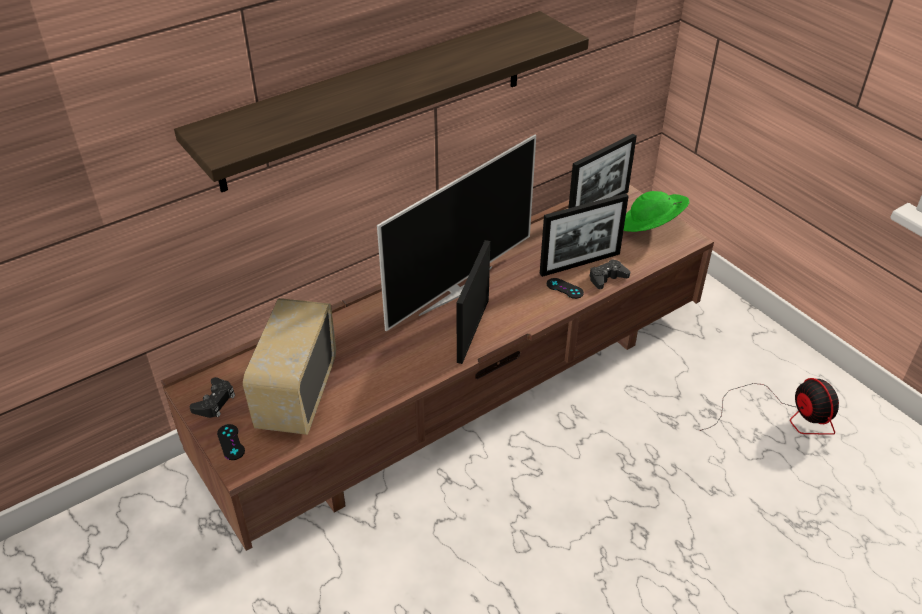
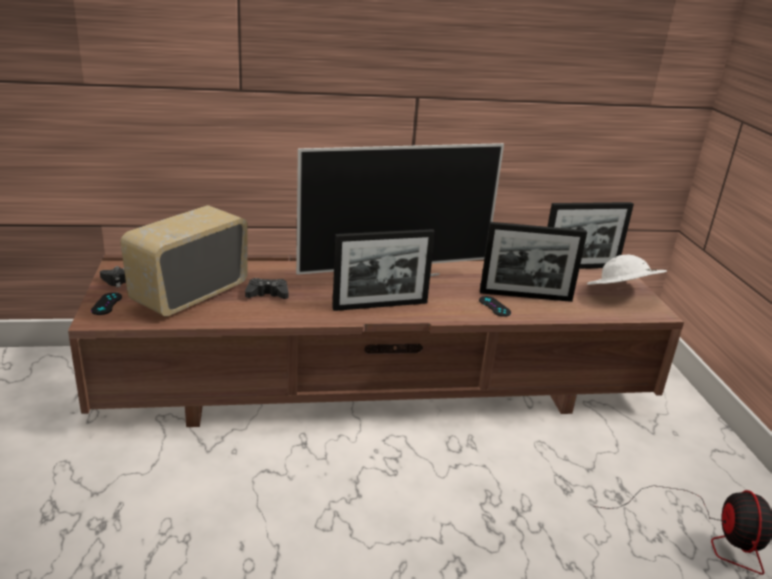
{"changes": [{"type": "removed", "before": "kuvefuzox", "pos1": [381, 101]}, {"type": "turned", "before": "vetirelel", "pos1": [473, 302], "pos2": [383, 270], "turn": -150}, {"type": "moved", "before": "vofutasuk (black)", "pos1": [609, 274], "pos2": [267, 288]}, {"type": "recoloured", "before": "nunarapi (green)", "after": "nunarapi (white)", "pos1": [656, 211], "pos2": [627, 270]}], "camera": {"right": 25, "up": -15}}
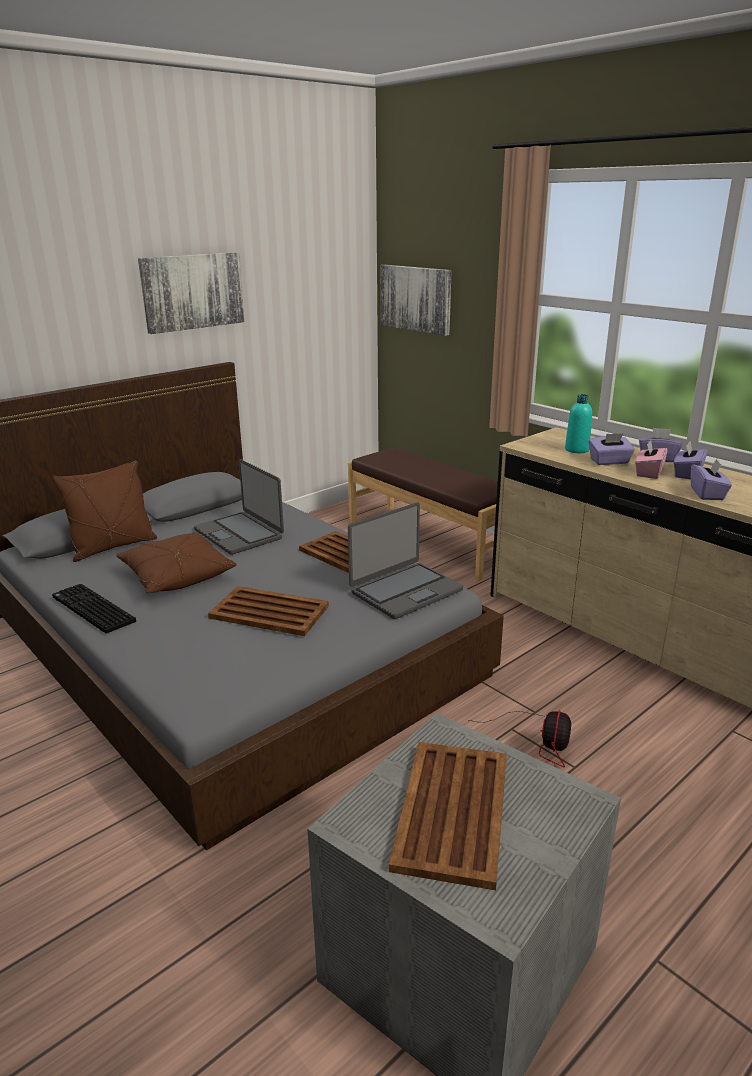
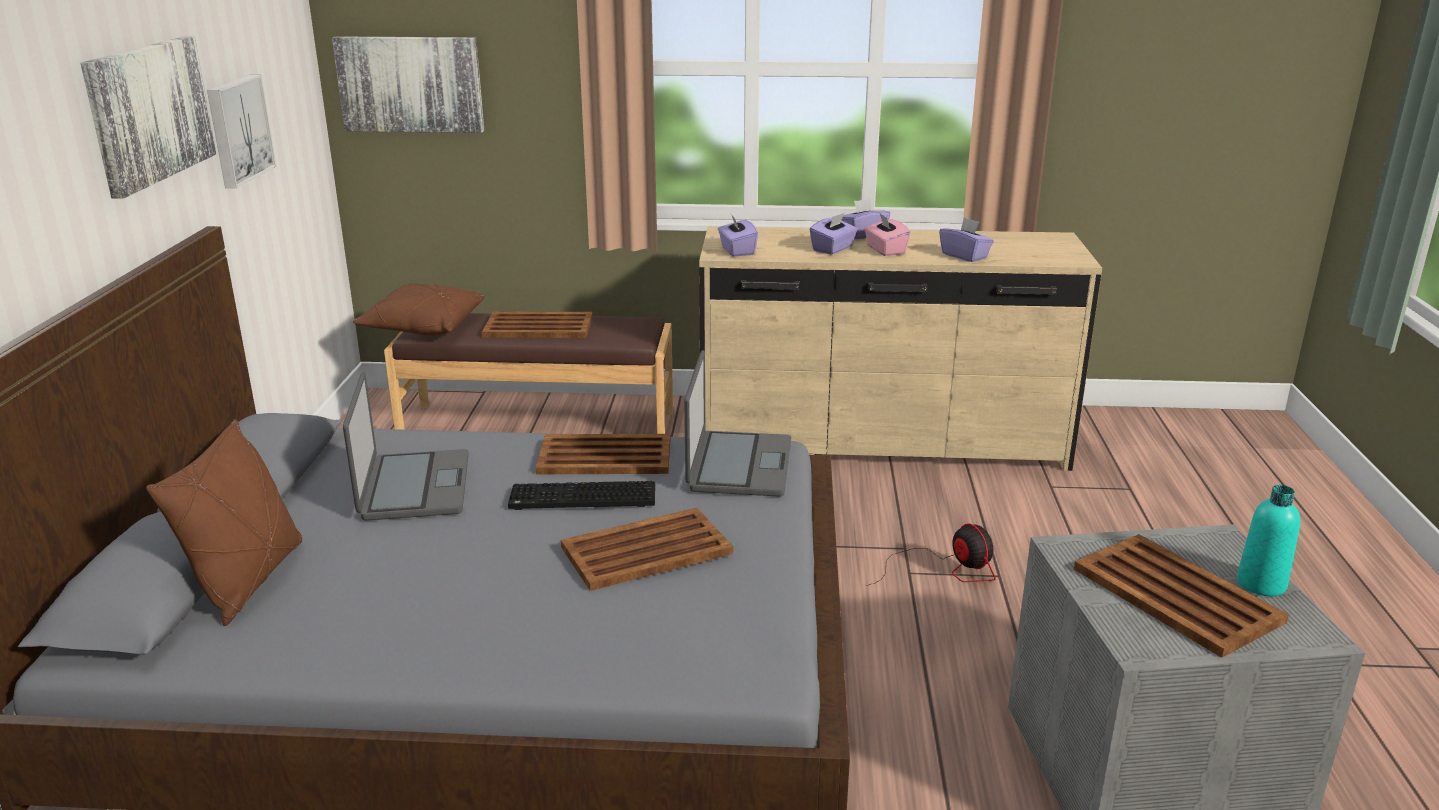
{"changes": [{"type": "moved", "before": "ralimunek", "pos1": [94, 609], "pos2": [581, 495]}, {"type": "moved", "before": "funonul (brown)", "pos1": [176, 563], "pos2": [419, 309]}, {"type": "turned", "before": "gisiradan", "pos1": [239, 507], "pos2": [406, 446], "turn": -105}, {"type": "moved", "before": "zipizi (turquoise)", "pos1": [578, 423], "pos2": [1268, 540]}, {"type": "moved", "before": "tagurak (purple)", "pos1": [690, 460], "pos2": [738, 235]}, {"type": "added", "after": "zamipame", "pos2": [241, 131]}, {"type": "added", "after": "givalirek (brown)", "pos2": [537, 324]}], "camera": {"right": -45, "up": 0}}
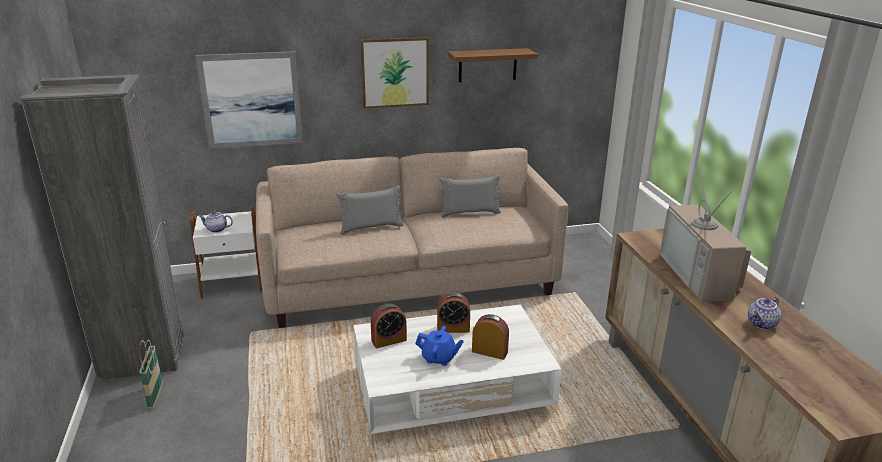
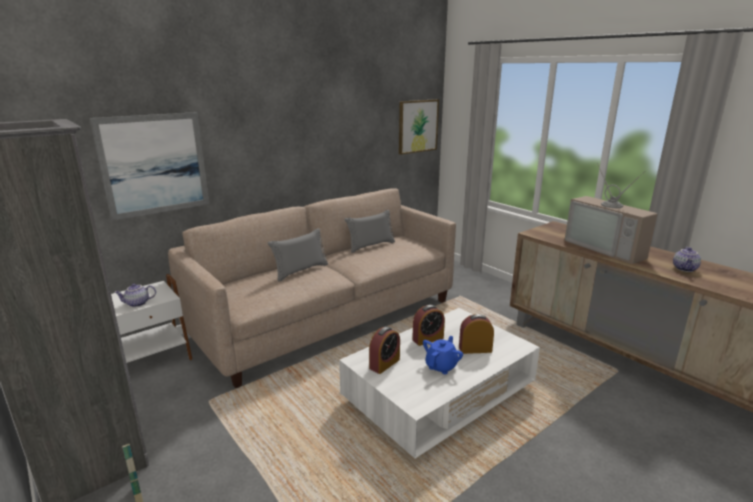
{"changes": [{"type": "moved", "before": "zamipame", "pos1": [394, 72], "pos2": [419, 127]}, {"type": "turned", "before": "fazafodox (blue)", "pos1": [439, 346], "pos2": [443, 355], "turn": -45}, {"type": "removed", "before": "kuvefuzox (brown)", "pos1": [493, 65]}], "camera": {"right": -25, "up": -5}}
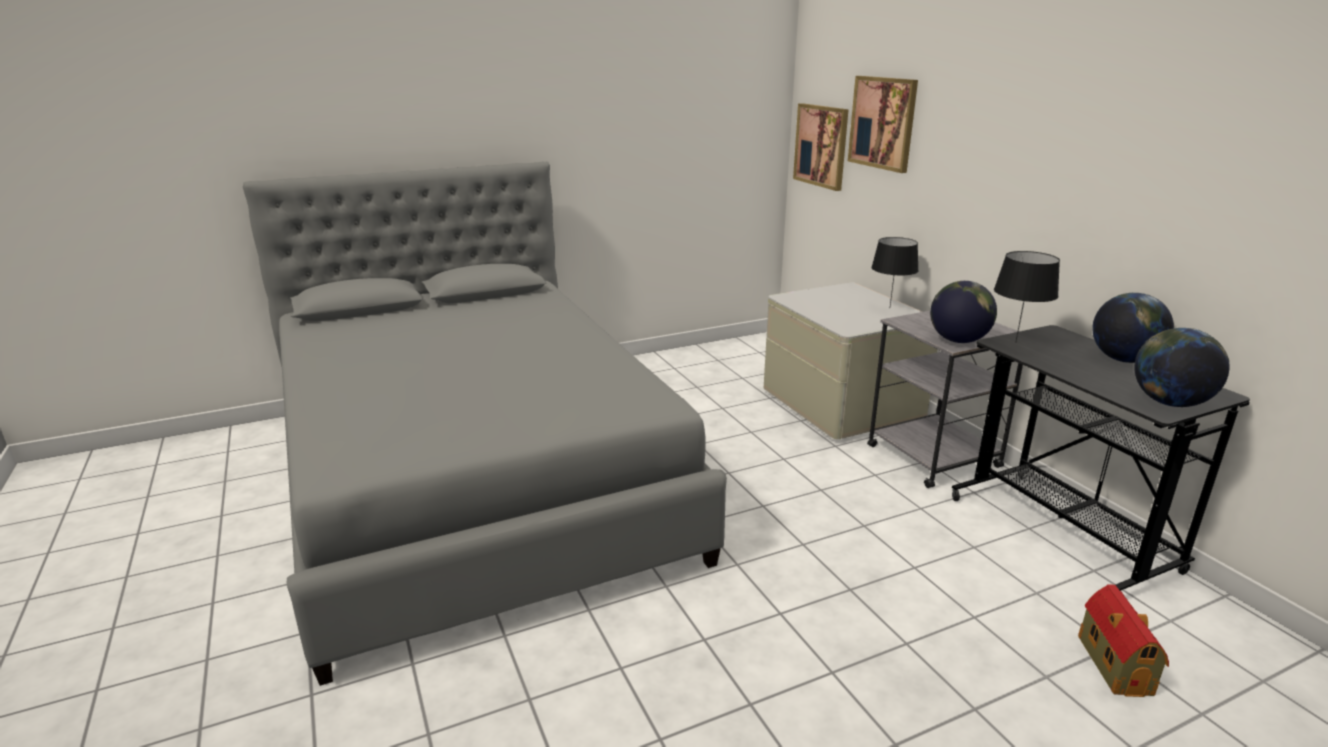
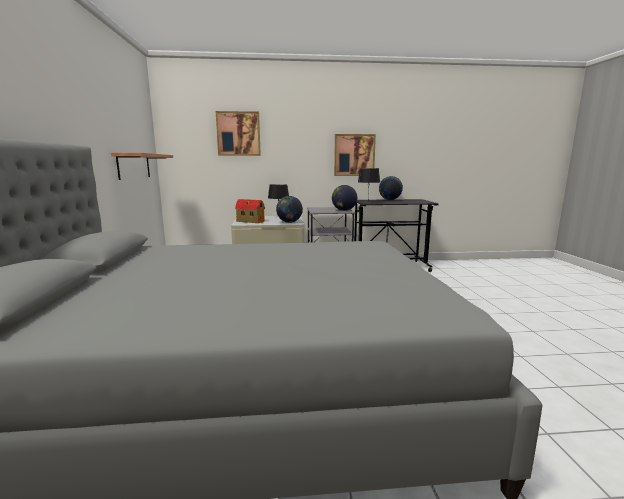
{"changes": [{"type": "moved", "before": "zamipame", "pos1": [821, 147], "pos2": [355, 155]}, {"type": "moved", "before": "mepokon", "pos1": [1123, 640], "pos2": [250, 211]}, {"type": "moved", "before": "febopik", "pos1": [1181, 367], "pos2": [289, 209]}, {"type": "added", "after": "kuvefuzox", "pos2": [142, 166]}], "camera": {"right": -70, "up": -10}}
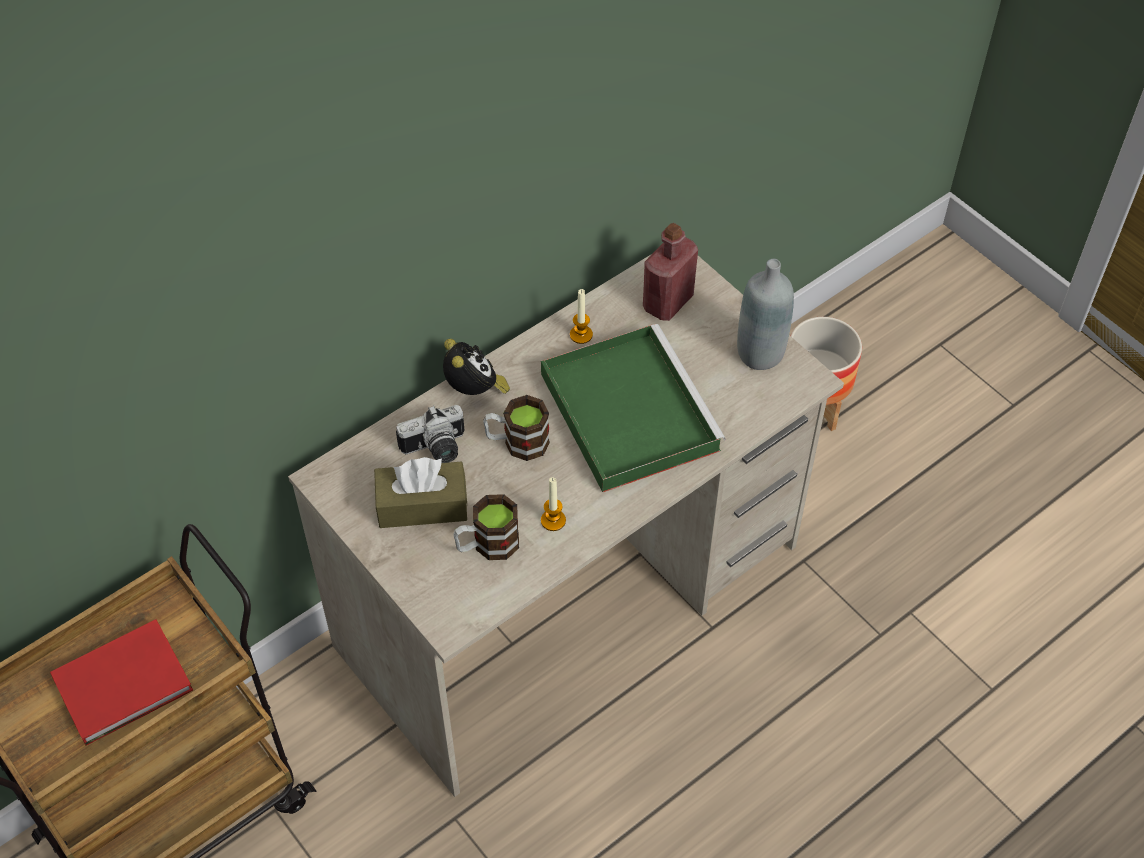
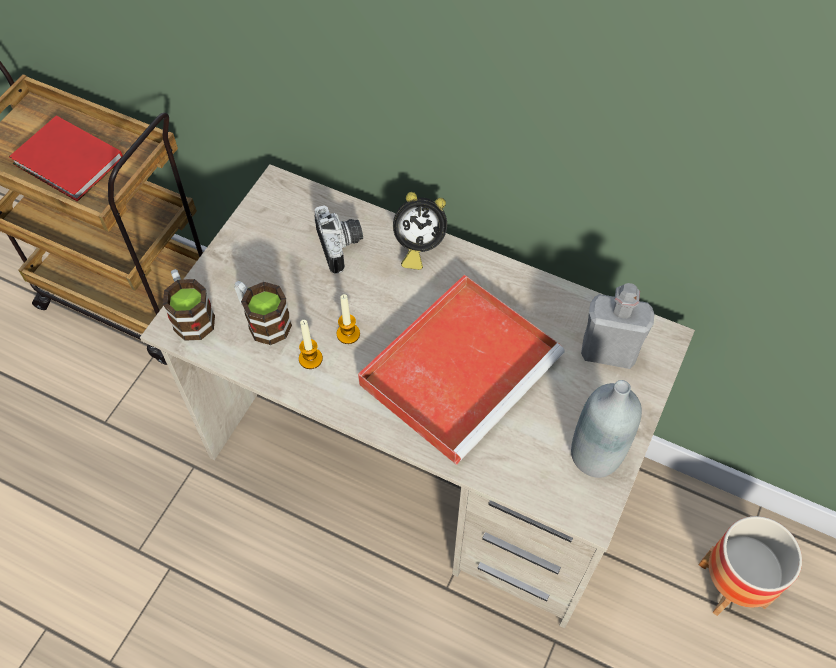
{"changes": [{"type": "removed", "before": "tagurak (brown)", "pos1": [420, 492]}, {"type": "turned", "before": "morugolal", "pos1": [430, 434], "pos2": [338, 239], "turn": -150}, {"type": "turned", "before": "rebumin", "pos1": [476, 367], "pos2": [420, 231], "turn": 45}, {"type": "moved", "before": "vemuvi", "pos1": [516, 428], "pos2": [189, 305]}, {"type": "recoloured", "before": "givalirek (green)", "after": "givalirek (red)", "pos1": [633, 408], "pos2": [461, 370]}, {"type": "moved", "before": "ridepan", "pos1": [581, 316], "pos2": [348, 319]}, {"type": "recoloured", "before": "zipizi (red)", "after": "zipizi (grey)", "pos1": [670, 272], "pos2": [618, 326]}], "camera": {"right": 65, "up": 5}}
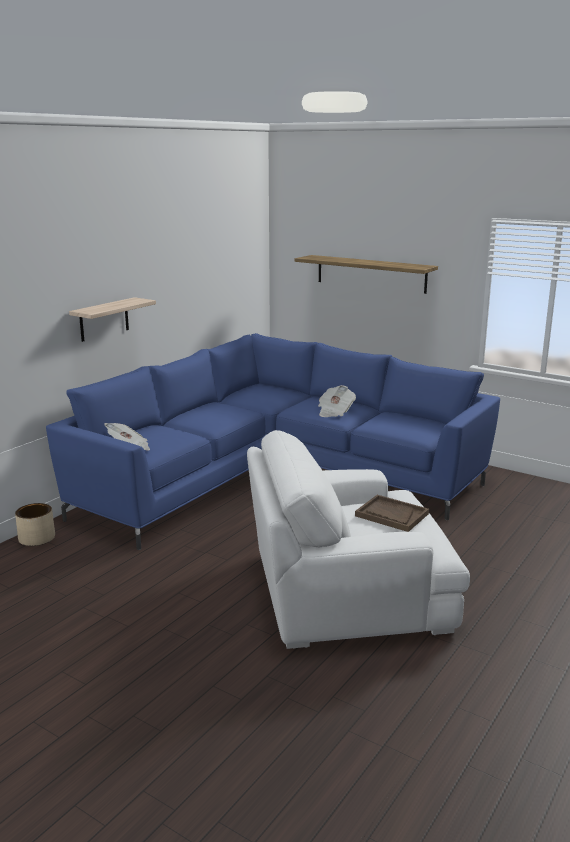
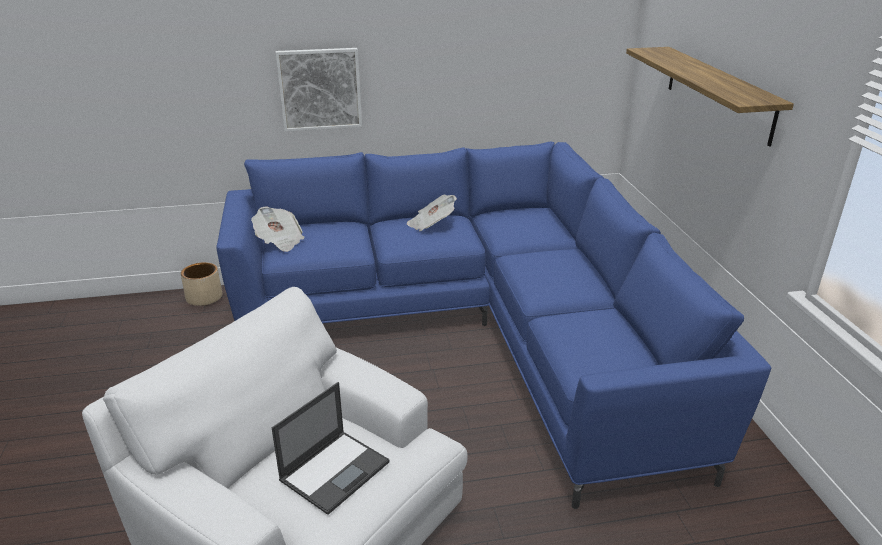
{"changes": [{"type": "replaced", "before": "kuvefuzox", "after": "zamipame", "pos1": [112, 319], "pos2": [319, 90]}, {"type": "moved", "before": "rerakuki", "pos1": [337, 401], "pos2": [432, 213]}, {"type": "replaced", "before": "givalirek (brown)", "after": "gisiradan", "pos1": [392, 513], "pos2": [331, 448]}], "camera": {"right": 45, "up": 10}}
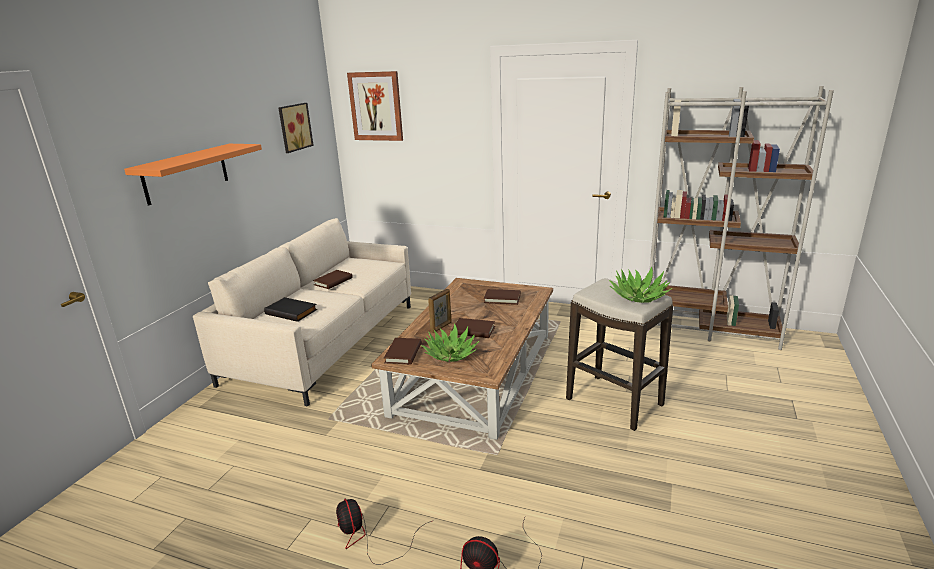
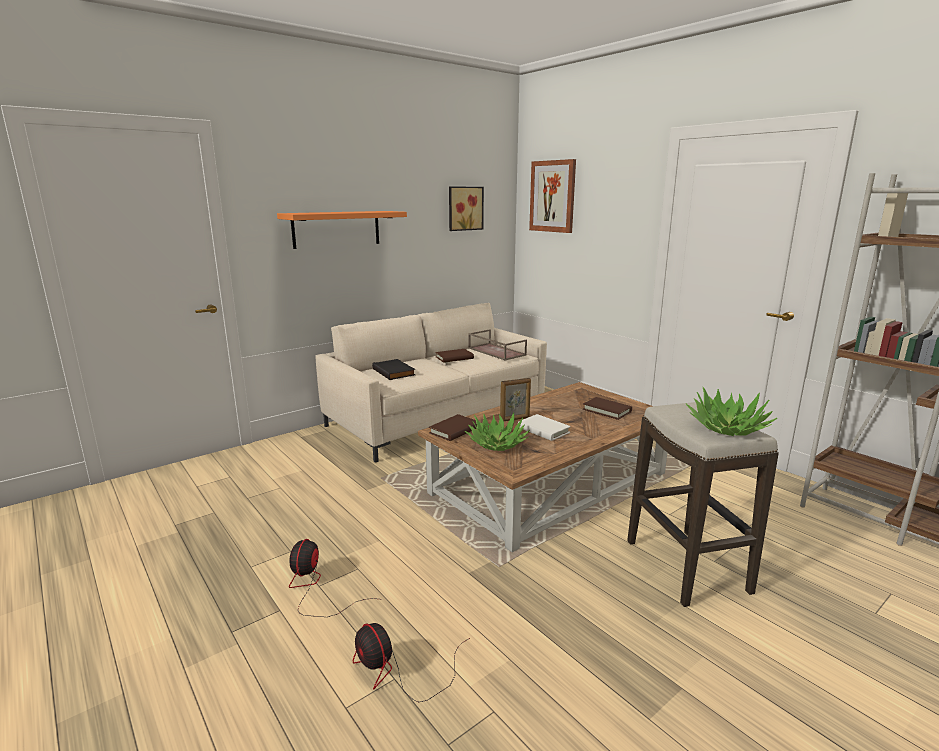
{"changes": [{"type": "recoloured", "before": "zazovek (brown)", "after": "zazovek (white)", "pos1": [473, 328], "pos2": [544, 427]}, {"type": "added", "after": "givalirek (brown)", "pos2": [497, 345]}], "camera": {"right": 30, "up": -5}}
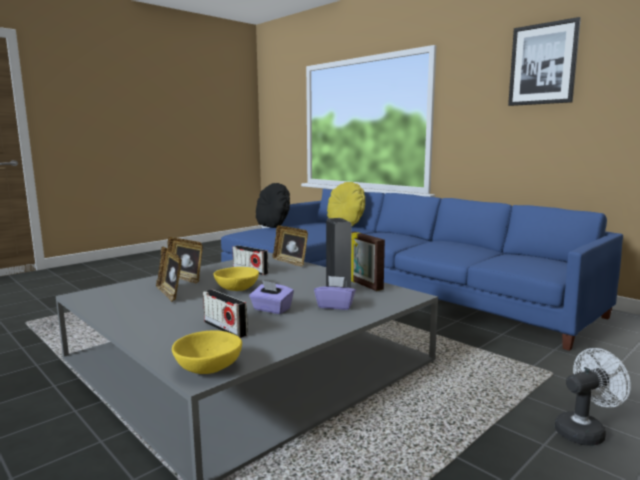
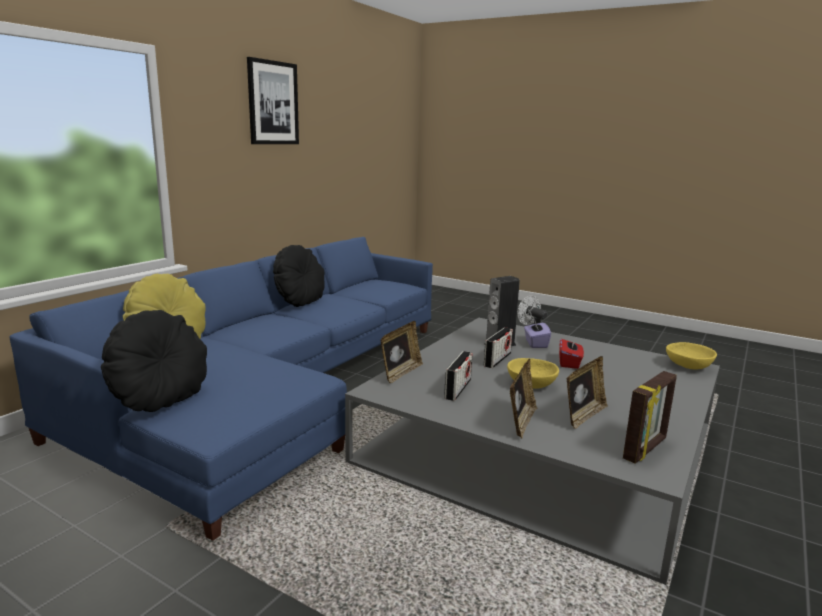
{"changes": [{"type": "moved", "before": "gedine", "pos1": [225, 313], "pos2": [498, 347]}, {"type": "recoloured", "before": "tagurak (purple)", "after": "tagurak (red)", "pos1": [271, 297], "pos2": [571, 353]}, {"type": "moved", "before": "vetirelel", "pos1": [368, 261], "pos2": [650, 417]}, {"type": "added", "after": "funonul (black)", "pos2": [299, 276]}], "camera": {"right": -105, "up": 5}}
